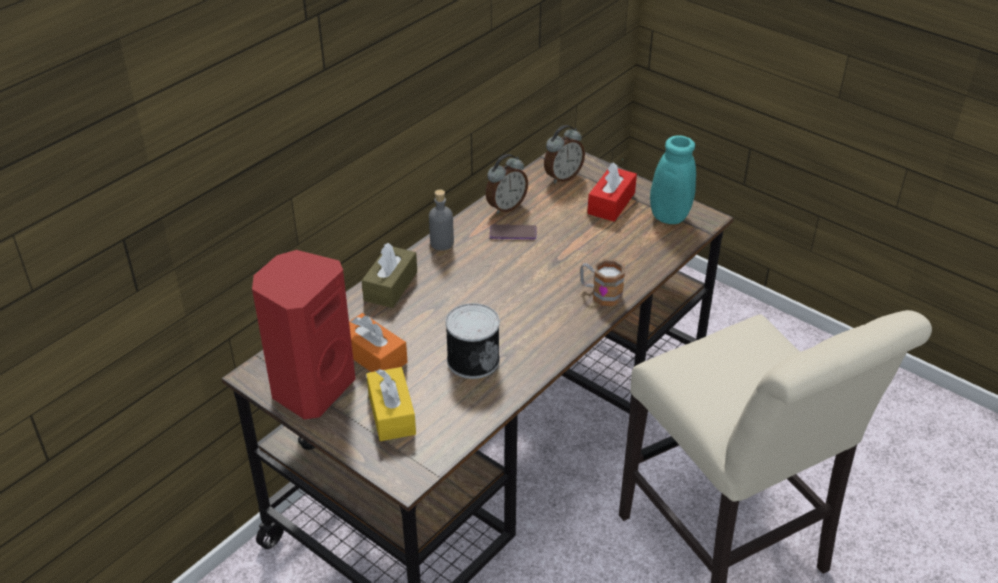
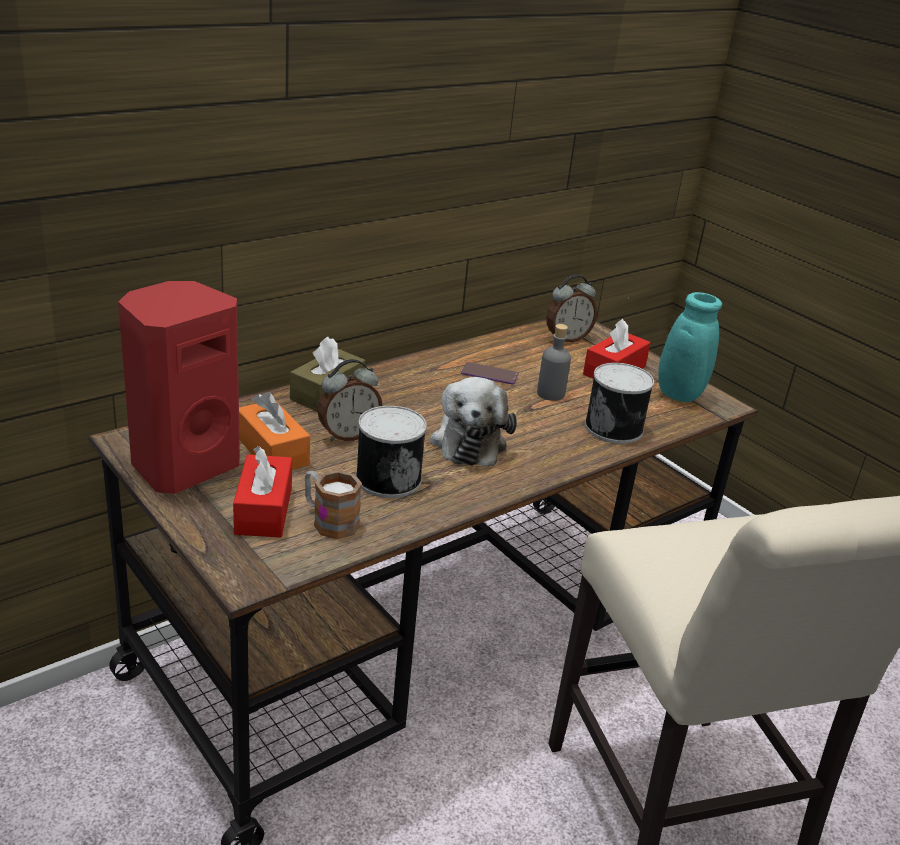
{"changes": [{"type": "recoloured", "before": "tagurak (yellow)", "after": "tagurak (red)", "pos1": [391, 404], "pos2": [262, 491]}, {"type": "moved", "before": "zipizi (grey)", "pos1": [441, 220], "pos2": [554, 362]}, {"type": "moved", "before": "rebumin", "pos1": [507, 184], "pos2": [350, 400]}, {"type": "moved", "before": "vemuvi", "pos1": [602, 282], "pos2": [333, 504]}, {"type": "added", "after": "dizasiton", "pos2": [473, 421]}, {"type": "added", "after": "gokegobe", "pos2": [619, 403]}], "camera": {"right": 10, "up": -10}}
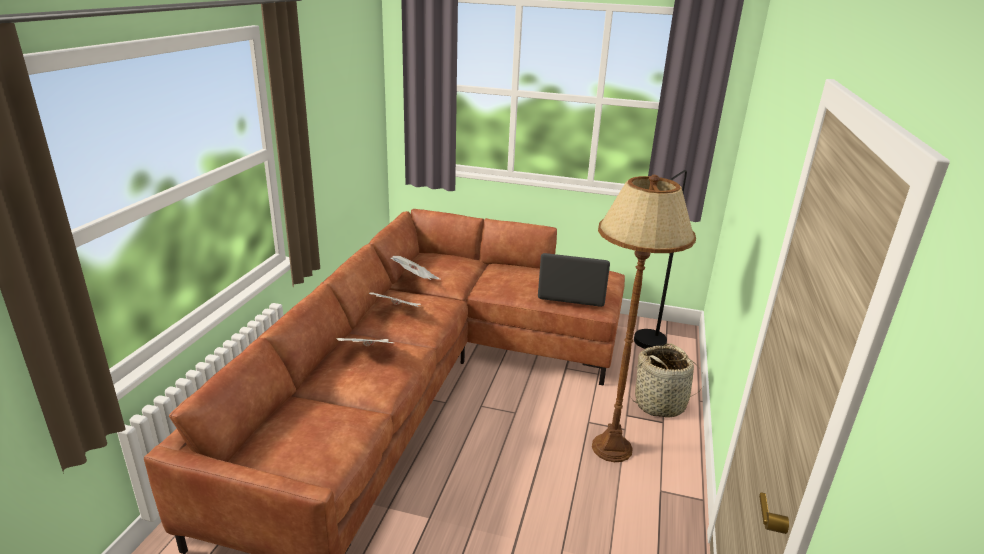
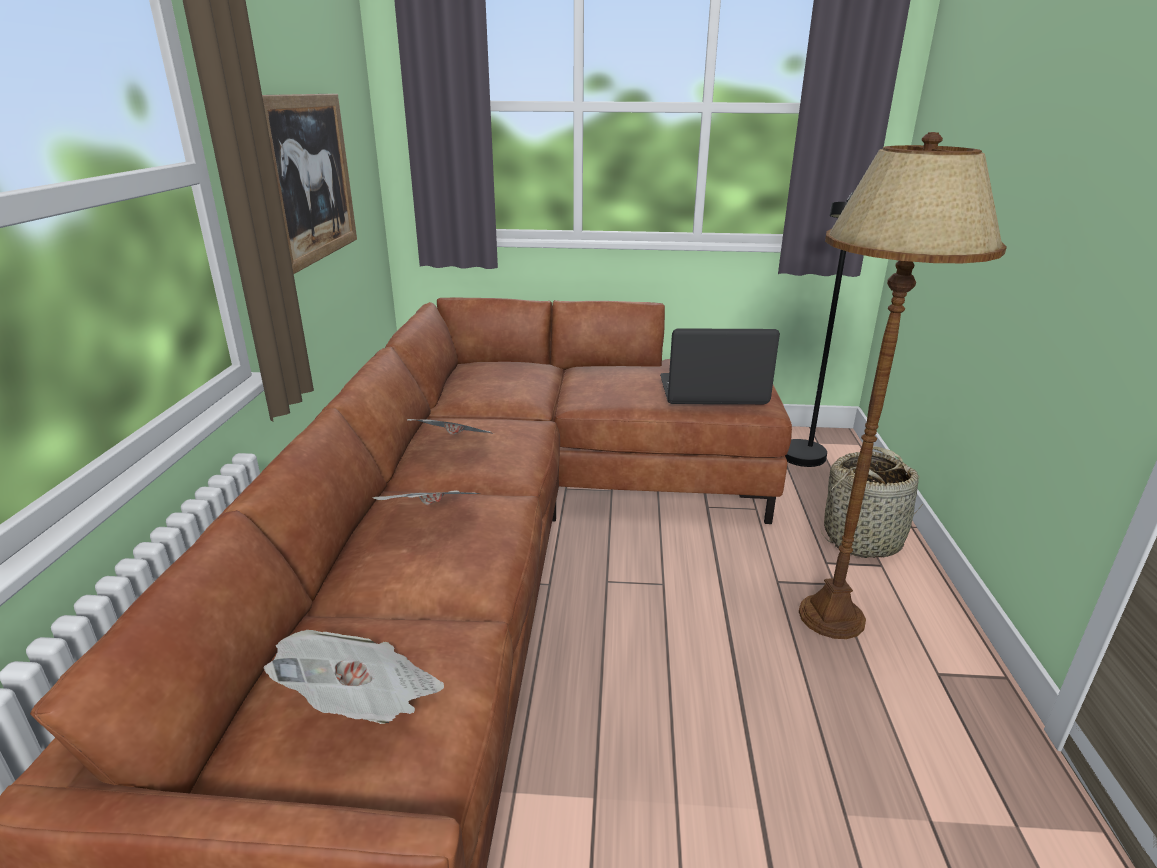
{"changes": [{"type": "moved", "before": "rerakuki", "pos1": [416, 268], "pos2": [353, 677]}, {"type": "added", "after": "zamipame", "pos2": [309, 184]}], "camera": {"right": -10, "up": 0}}
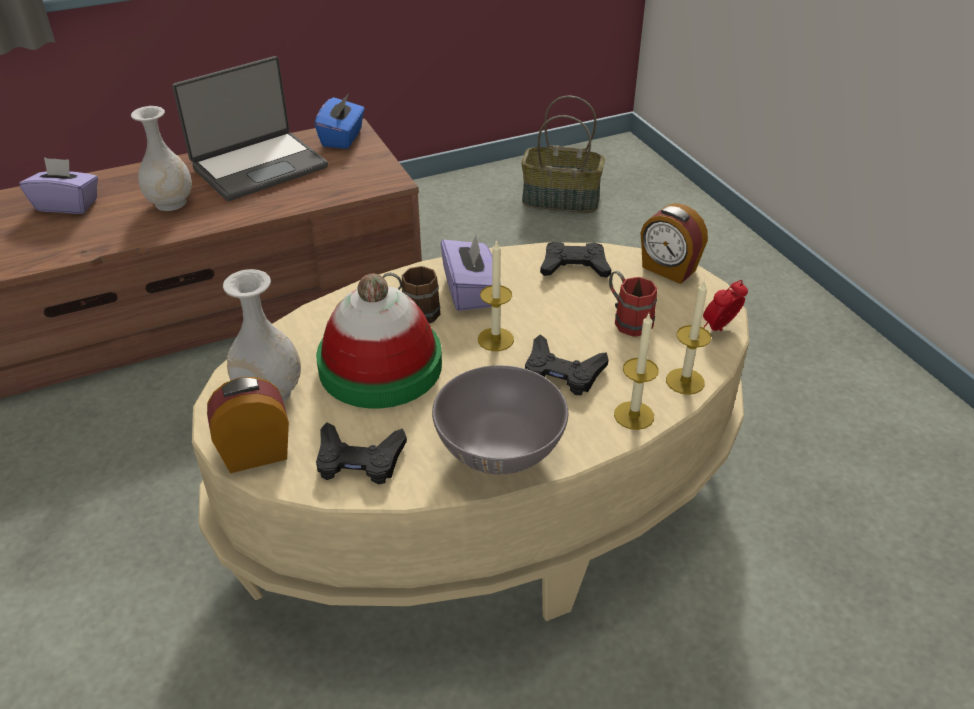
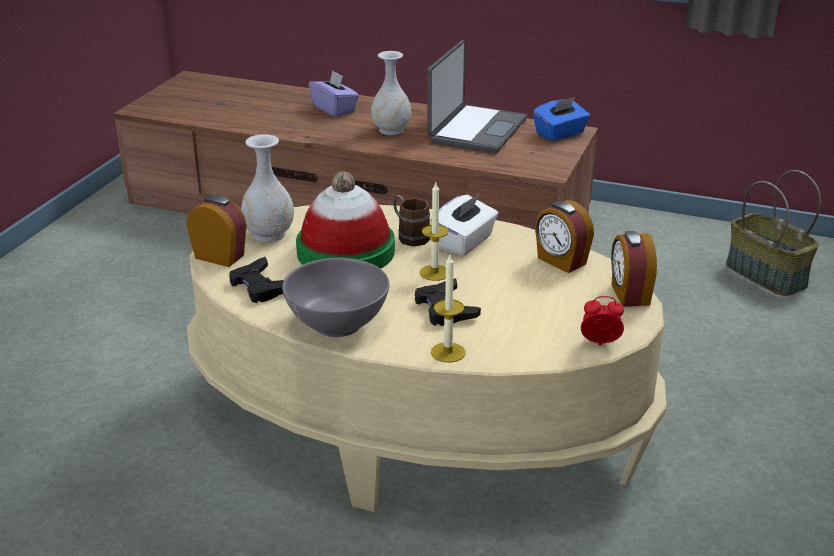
{"changes": [{"type": "turned", "before": "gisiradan", "pos1": [250, 128], "pos2": [477, 96], "turn": -75}, {"type": "recoloured", "before": "tagurak (purple)", "after": "tagurak (white)", "pos1": [471, 272], "pos2": [464, 225]}, {"type": "replaced", "before": "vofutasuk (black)", "after": "rebumin", "pos1": [575, 260], "pos2": [564, 236]}, {"type": "removed", "before": "vemuvi (red)", "pos1": [633, 304]}, {"type": "removed", "before": "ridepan", "pos1": [688, 337]}], "camera": {"right": 45, "up": -10}}
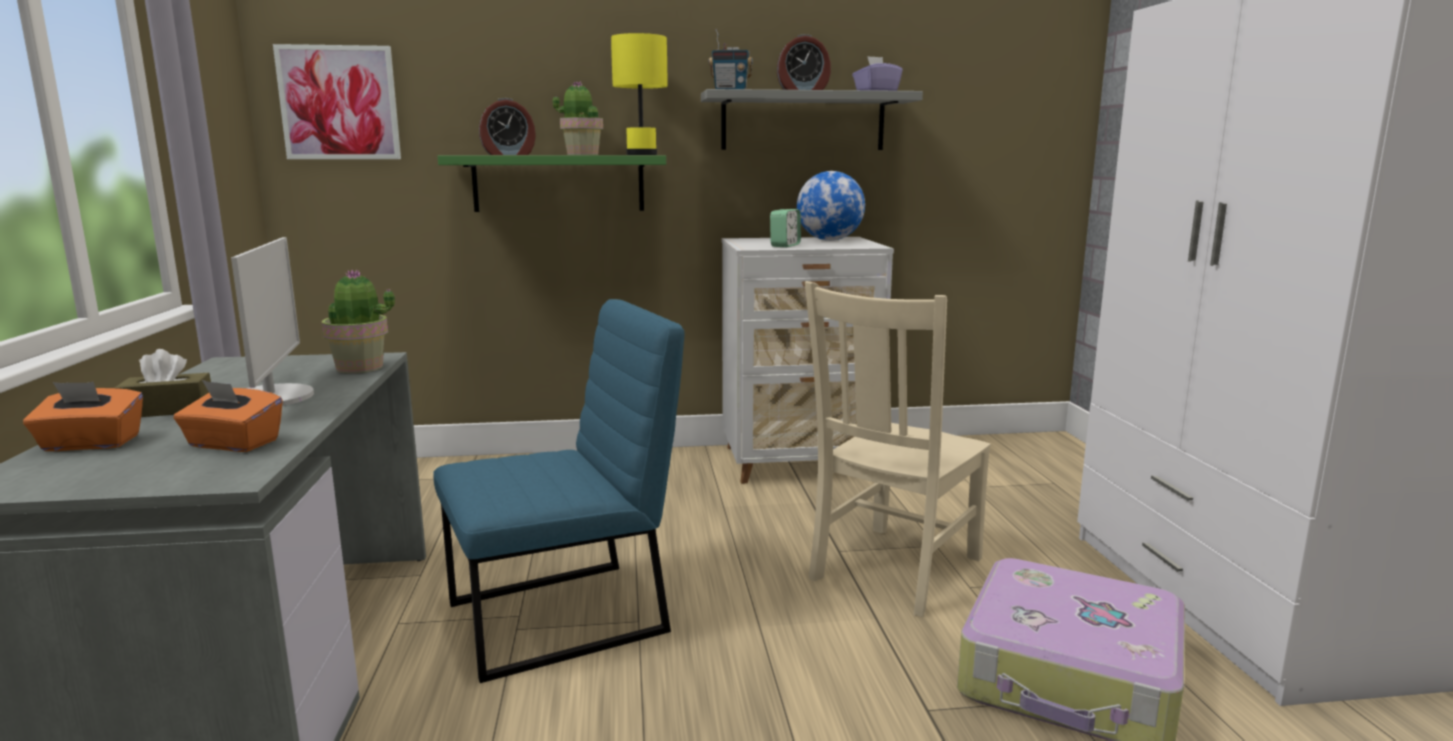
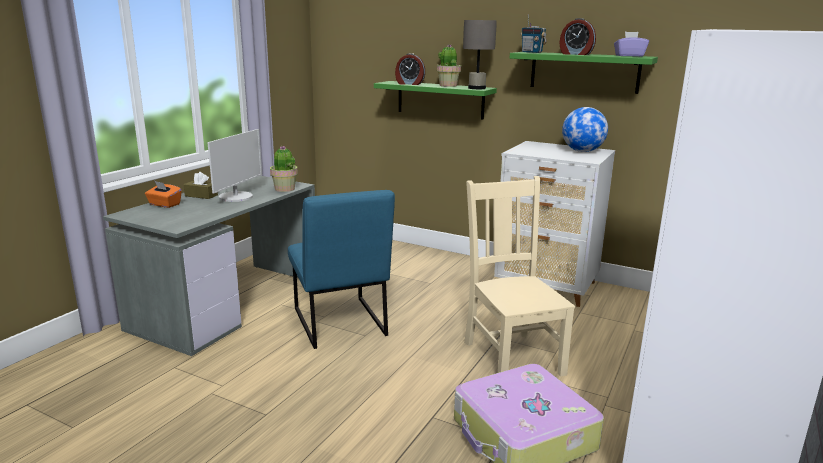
{"changes": [{"type": "removed", "before": "tagurak (orange)", "pos1": [228, 416]}, {"type": "removed", "before": "zamipame", "pos1": [337, 101]}, {"type": "turned", "before": "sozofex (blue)", "pos1": [558, 491], "pos2": [341, 269], "turn": 60}, {"type": "recoloured", "before": "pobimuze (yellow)", "after": "pobimuze (grey)", "pos1": [639, 94], "pos2": [480, 54]}, {"type": "recoloured", "before": "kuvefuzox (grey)", "after": "kuvefuzox (green)", "pos1": [812, 119], "pos2": [584, 73]}, {"type": "removed", "before": "rebumin", "pos1": [785, 228]}, {"type": "turned", "before": "sozofex (beige)", "pos1": [898, 449], "pos2": [519, 276], "turn": 90}], "camera": {"right": 35, "up": 5}}
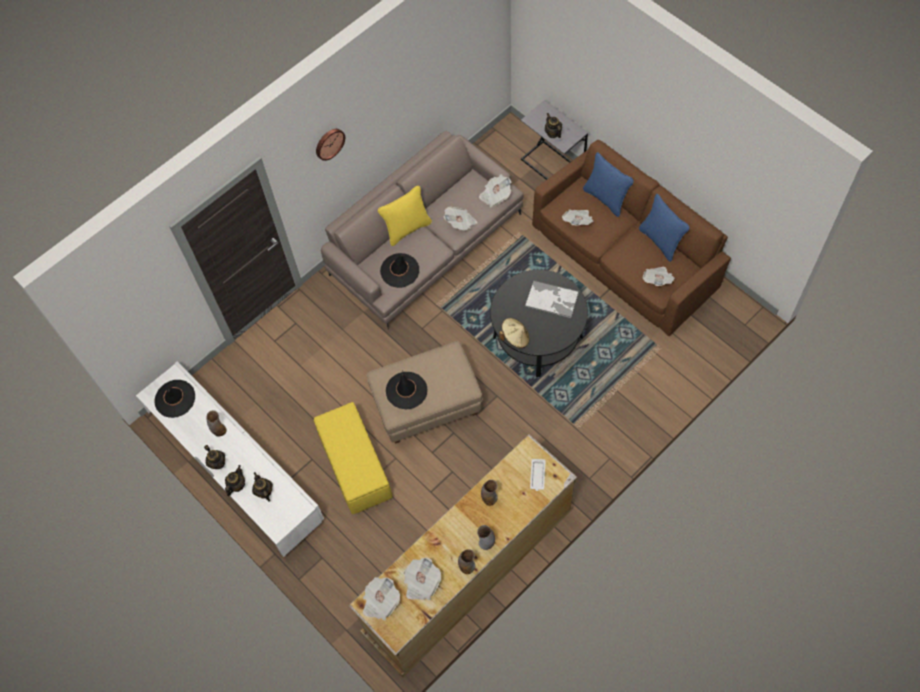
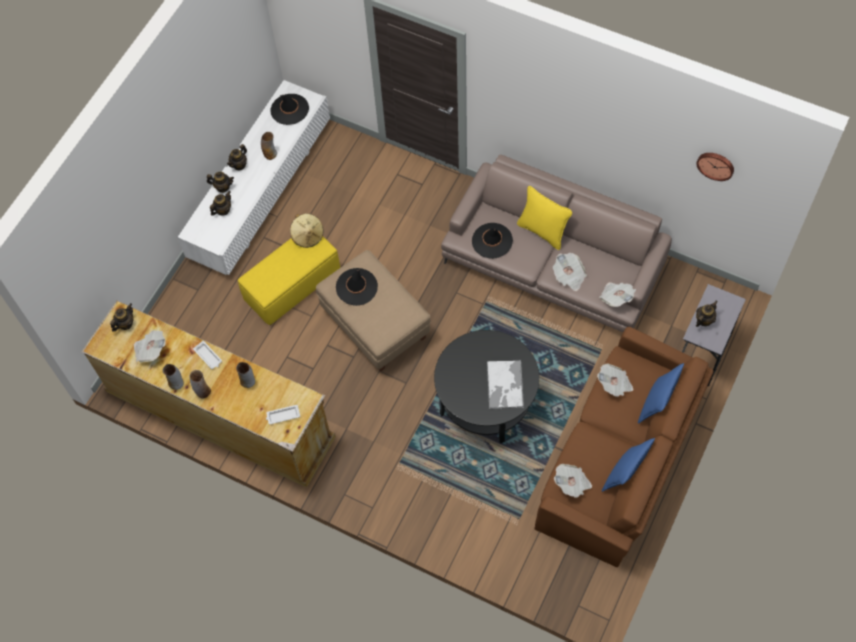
{"changes": [{"type": "moved", "before": "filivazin", "pos1": [330, 145], "pos2": [715, 167]}, {"type": "replaced", "before": "rerakuki", "after": "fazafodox", "pos1": [381, 598], "pos2": [121, 317]}, {"type": "moved", "before": "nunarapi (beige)", "pos1": [514, 333], "pos2": [307, 230]}, {"type": "added", "after": "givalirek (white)", "pos2": [207, 355]}], "camera": {"right": 70, "up": 0}}
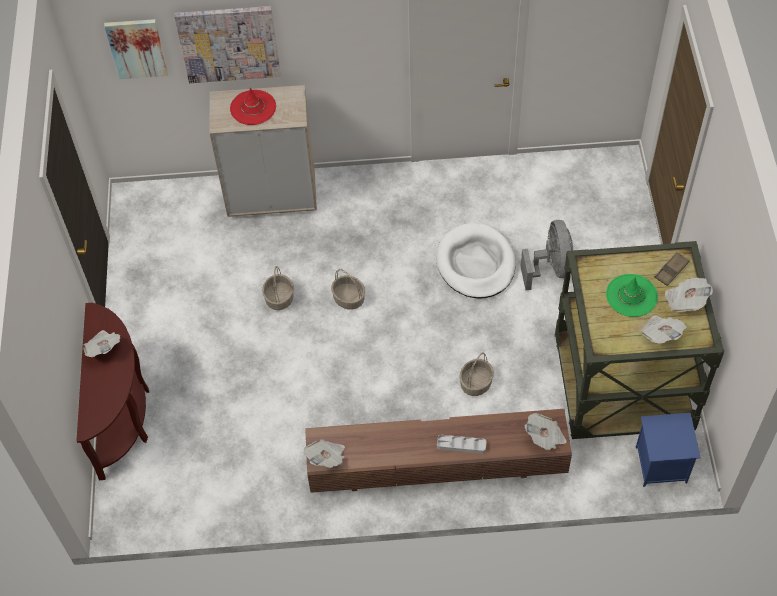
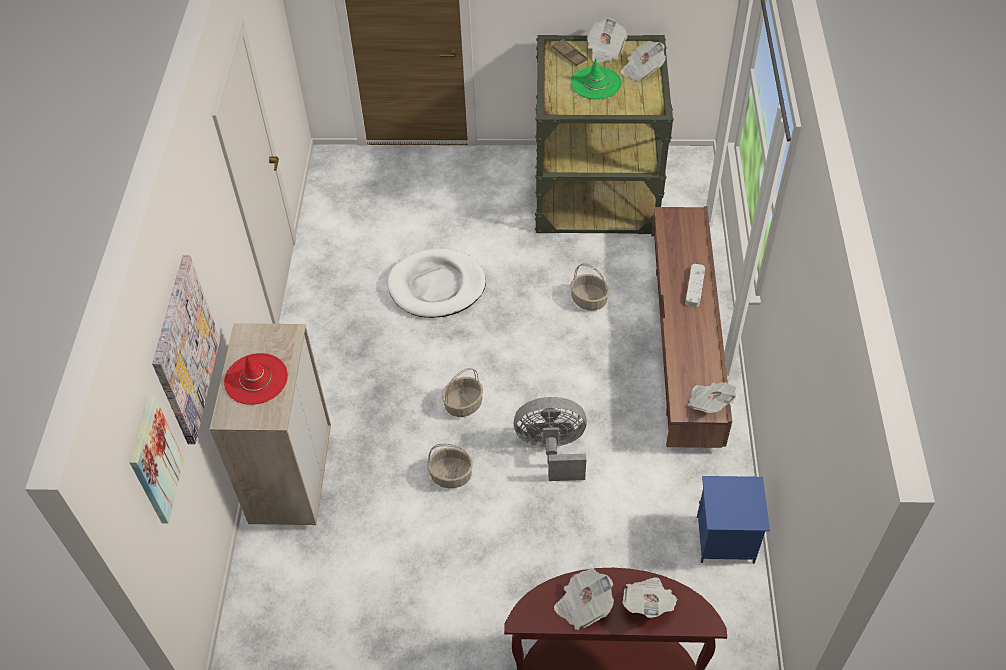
{"changes": [{"type": "moved", "before": "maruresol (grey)", "pos1": [546, 255], "pos2": [550, 439]}, {"type": "moved", "before": "rerakuki", "pos1": [545, 431], "pos2": [650, 597]}, {"type": "moved", "before": "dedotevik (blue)", "pos1": [668, 450], "pos2": [733, 520]}], "camera": {"right": -85, "up": -5}}
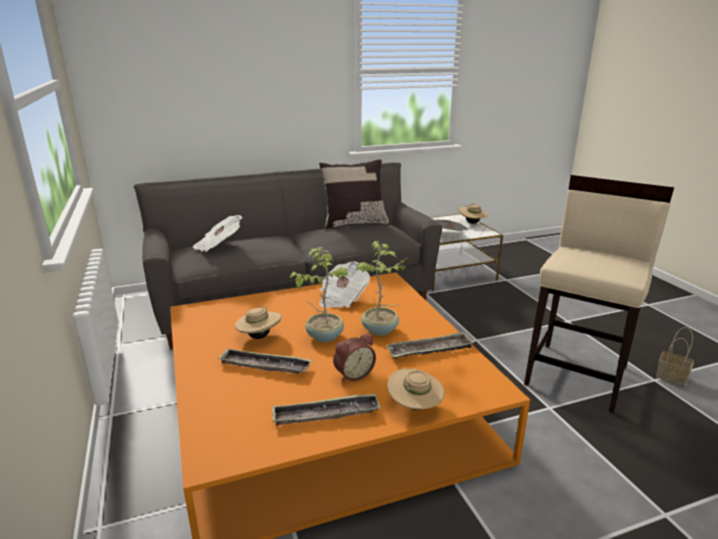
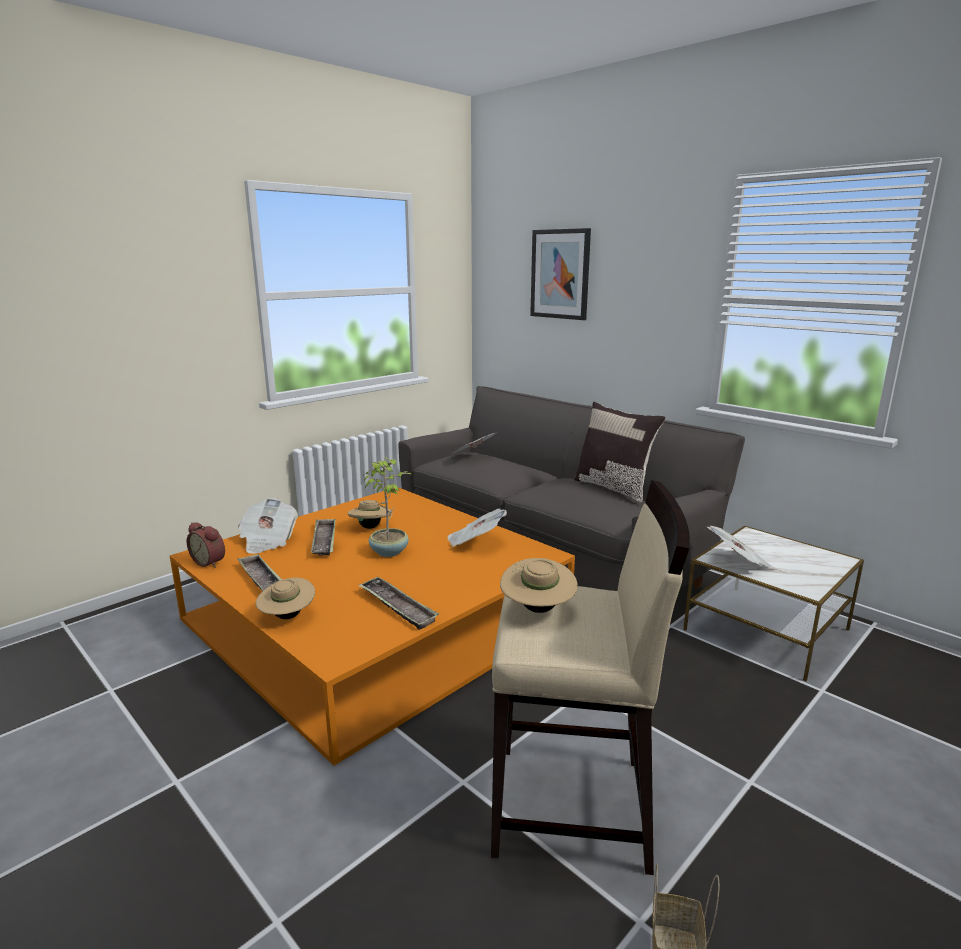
{"changes": [{"type": "moved", "before": "rebumin", "pos1": [354, 358], "pos2": [206, 545]}, {"type": "removed", "before": "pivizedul", "pos1": [383, 288]}, {"type": "moved", "before": "nunarapi (beige)", "pos1": [473, 214], "pos2": [539, 585]}, {"type": "added", "after": "rerakuki", "pos2": [268, 526]}, {"type": "added", "after": "zamipame", "pos2": [560, 274]}], "camera": {"right": 65, "up": -5}}
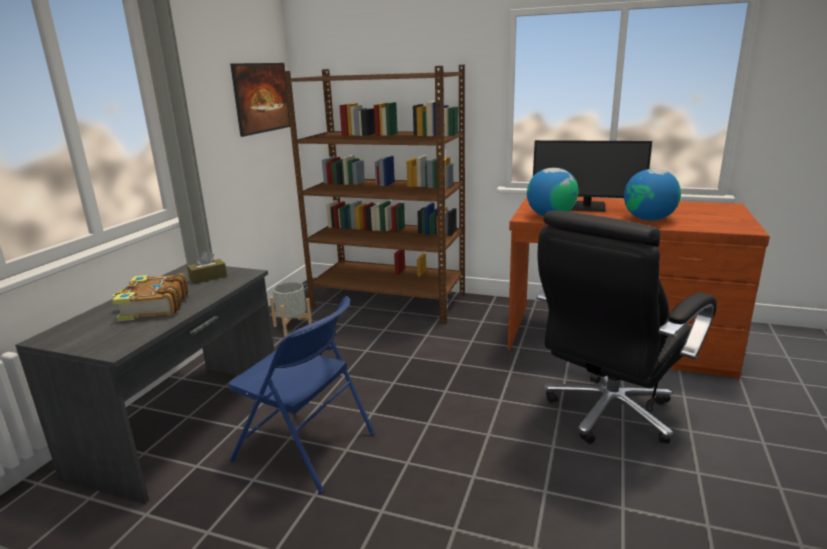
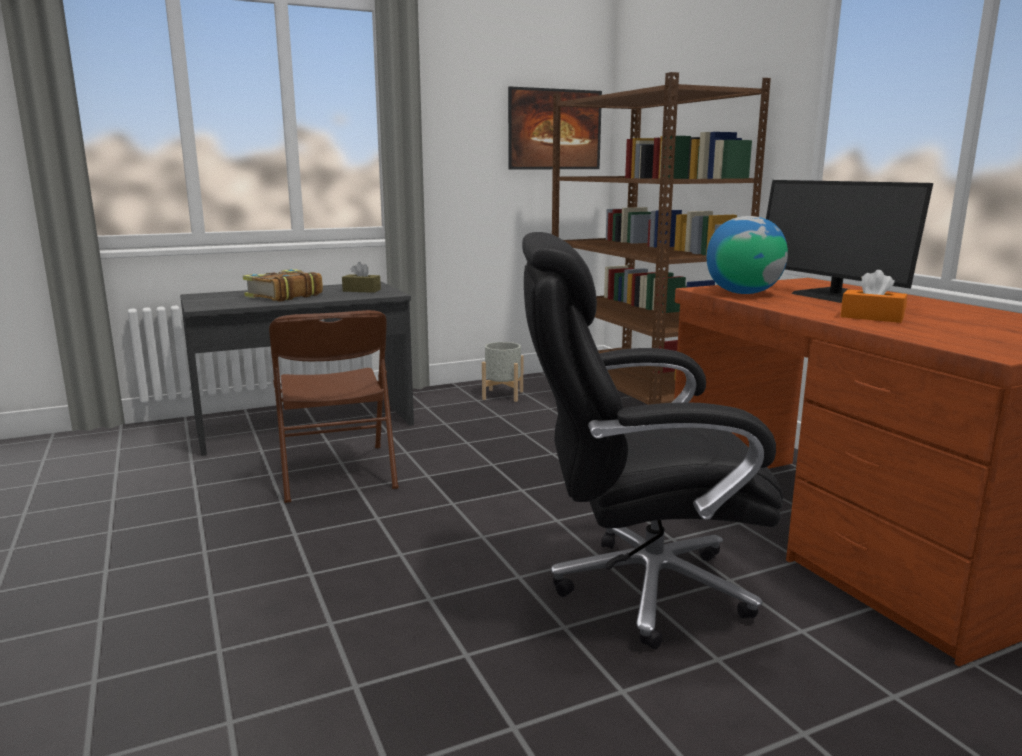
{"changes": [{"type": "recoloured", "before": "sozofex (blue)", "after": "sozofex (brown)", "pos1": [302, 395], "pos2": [334, 406]}, {"type": "replaced", "before": "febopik", "after": "tagurak (orange)", "pos1": [652, 195], "pos2": [873, 296]}], "camera": {"right": 45, "up": -5}}
